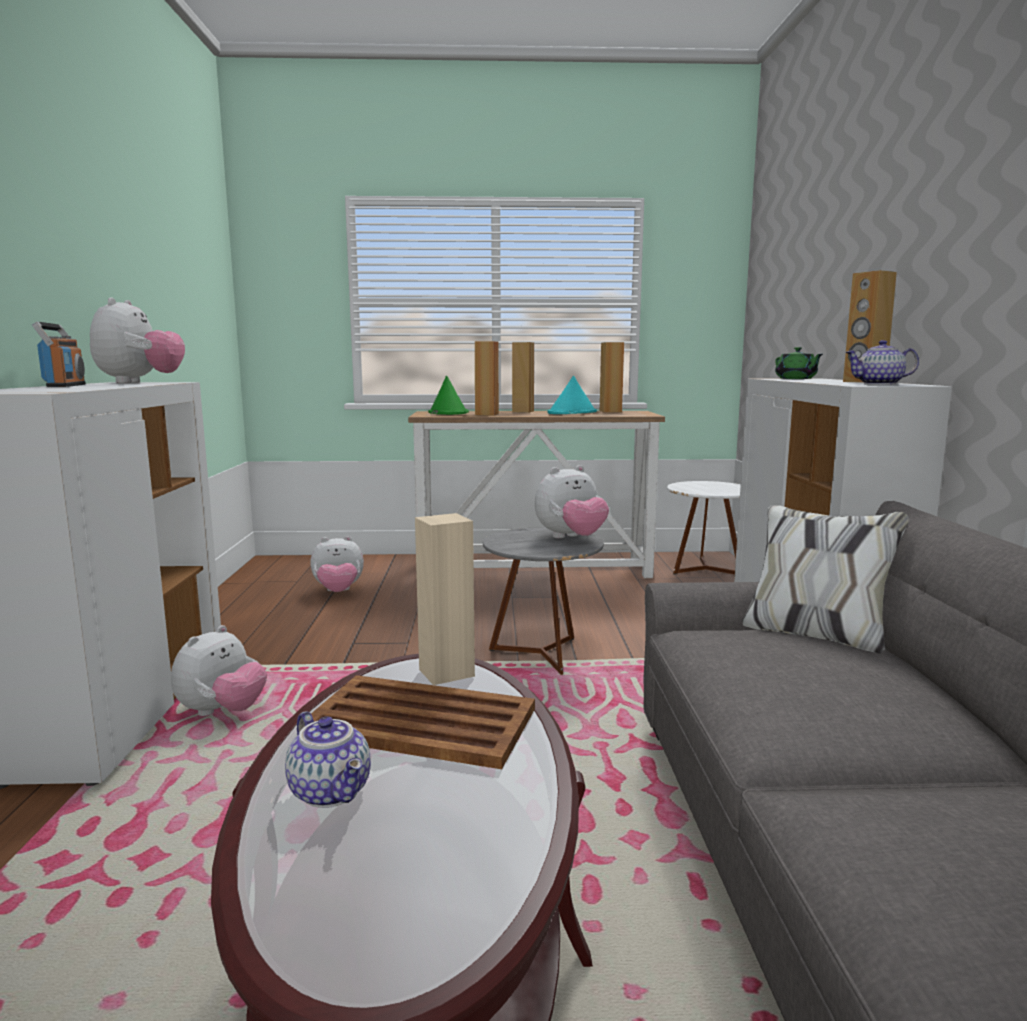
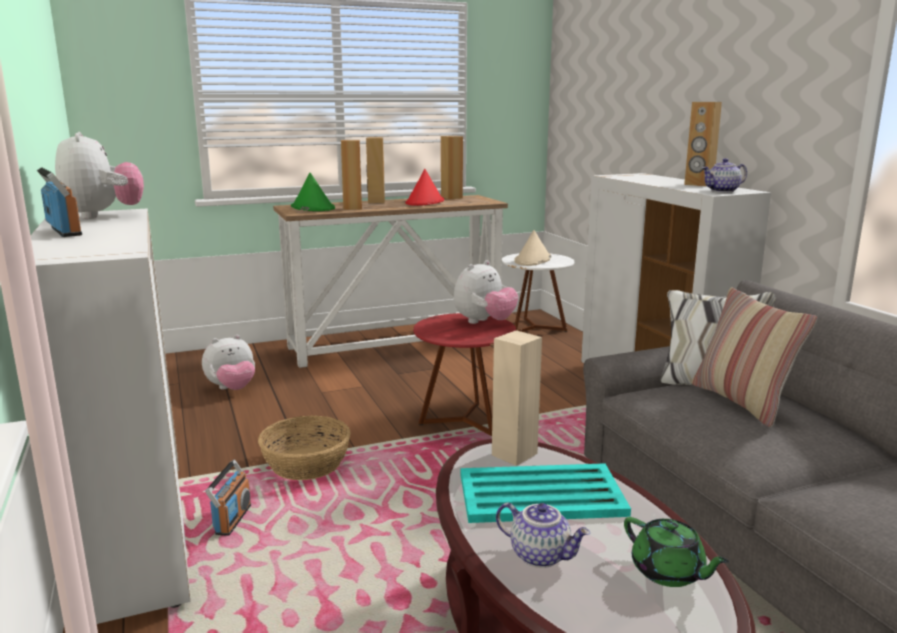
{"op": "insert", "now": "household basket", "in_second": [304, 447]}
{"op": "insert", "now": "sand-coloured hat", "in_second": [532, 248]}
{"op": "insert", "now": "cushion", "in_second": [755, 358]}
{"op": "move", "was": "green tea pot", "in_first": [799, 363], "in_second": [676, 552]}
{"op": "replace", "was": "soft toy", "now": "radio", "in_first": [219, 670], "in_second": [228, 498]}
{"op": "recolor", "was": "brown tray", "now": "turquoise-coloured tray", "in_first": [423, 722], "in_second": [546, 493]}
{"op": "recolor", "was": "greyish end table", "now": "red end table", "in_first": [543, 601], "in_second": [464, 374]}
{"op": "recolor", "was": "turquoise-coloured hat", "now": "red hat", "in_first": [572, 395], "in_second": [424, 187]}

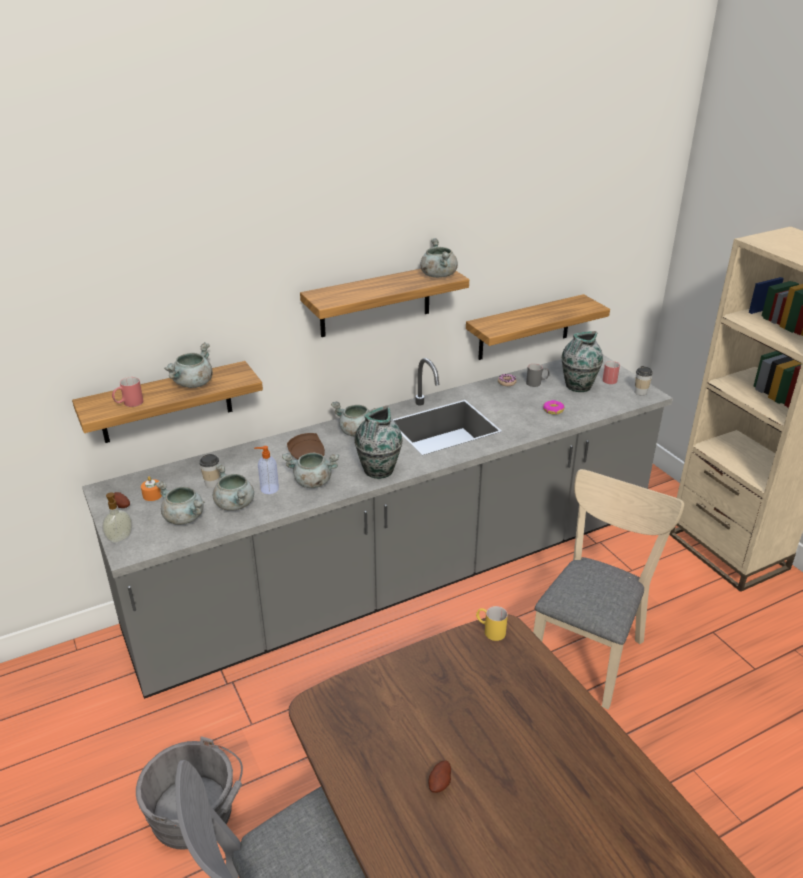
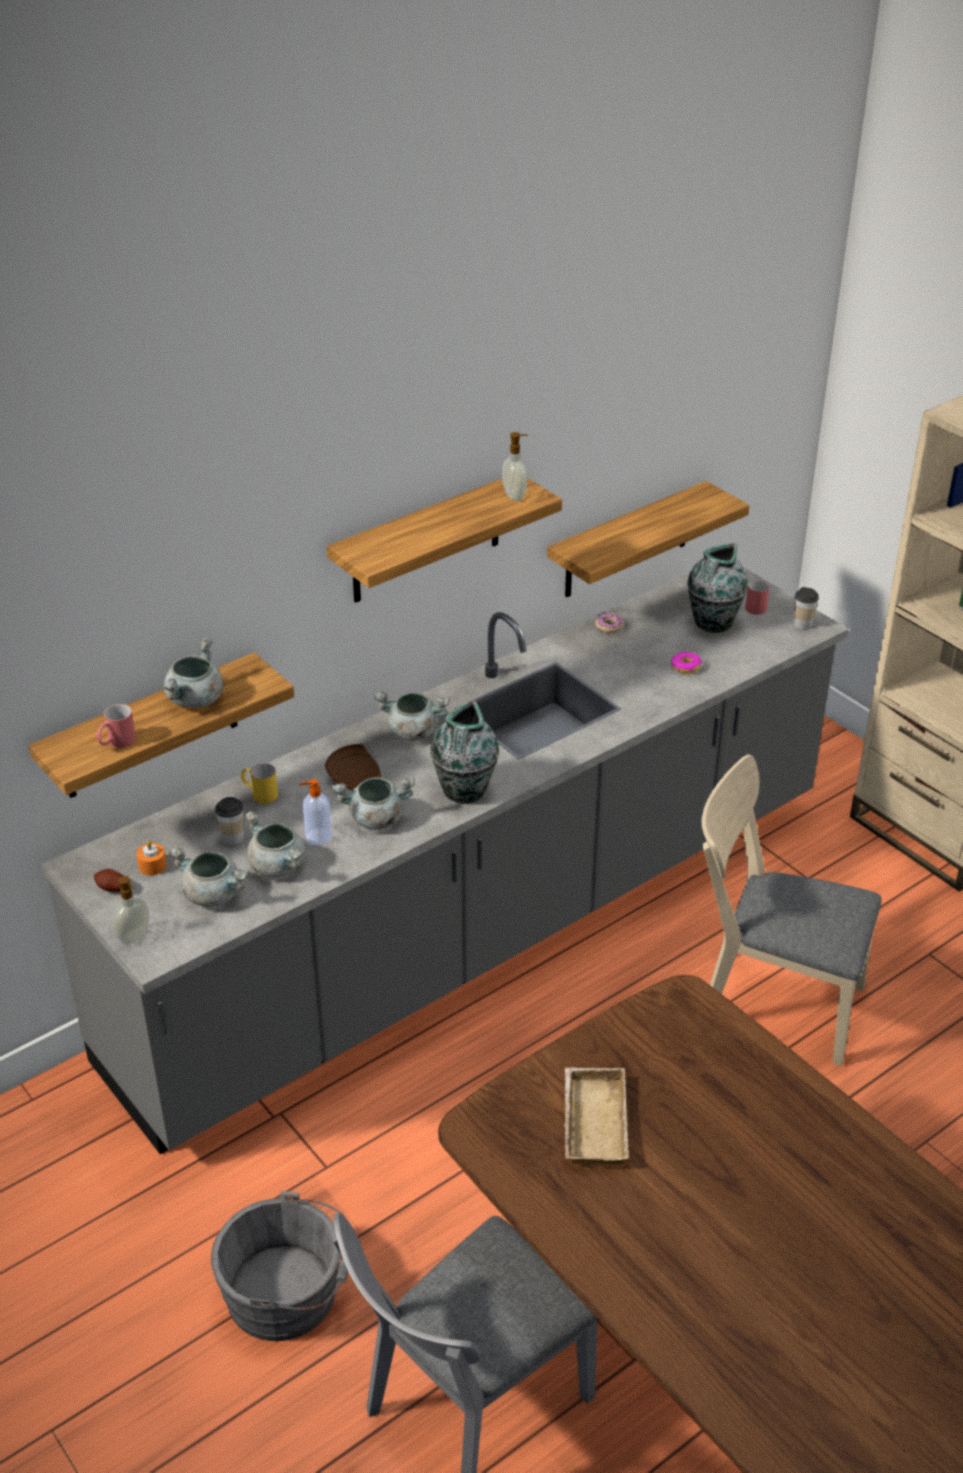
{"op": "delete", "was": "potato", "in_first": [440, 777]}
{"op": "delete", "was": "greyish tea mug", "in_first": [538, 375]}
{"op": "insert", "now": "sand-coloured tray", "in_second": [596, 1116]}
{"op": "move", "was": "yellow tea mug", "in_first": [492, 623], "in_second": [259, 783]}
{"op": "replace", "was": "greyish stockpot", "now": "soap bottle", "in_first": [439, 258], "in_second": [515, 466]}
{"op": "rotate", "was": "sand-coloured plain chair", "in_first": [608, 589], "in_second": [792, 910], "clockwise": -90}

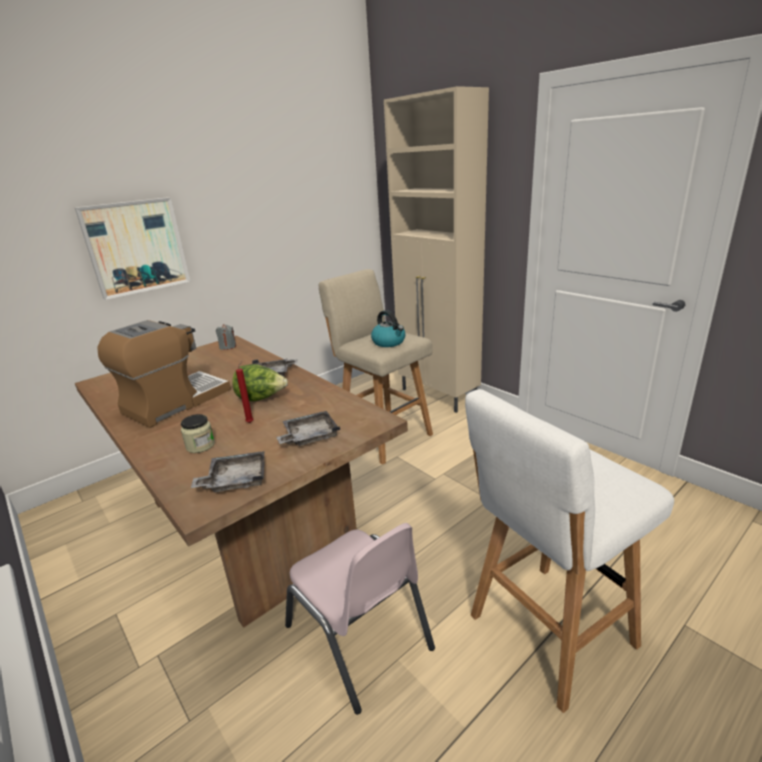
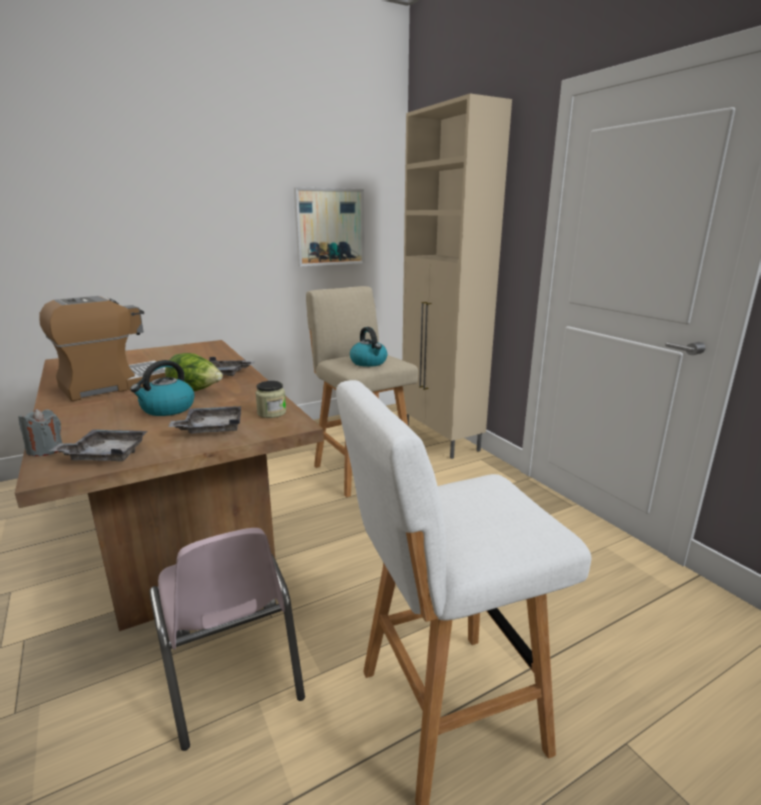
{"op": "move", "was": "picture", "in_first": [132, 248], "in_second": [329, 227]}
{"op": "move", "was": "preserve jar", "in_first": [198, 433], "in_second": [270, 399]}
{"op": "move", "was": "greyish candle", "in_first": [226, 337], "in_second": [40, 432]}
{"op": "replace", "was": "red candle", "now": "tea kettle", "in_first": [245, 392], "in_second": [162, 388]}

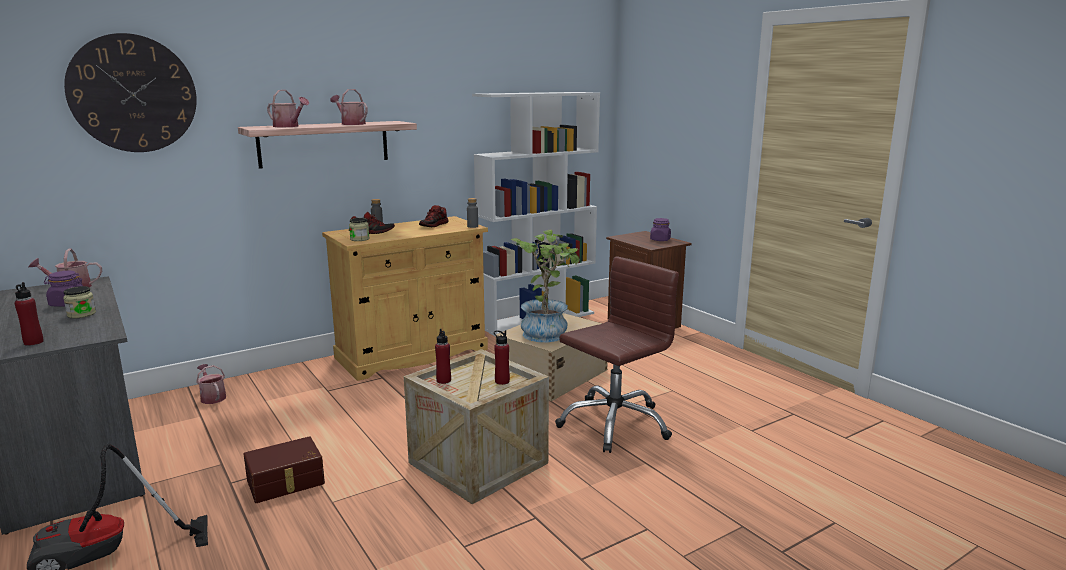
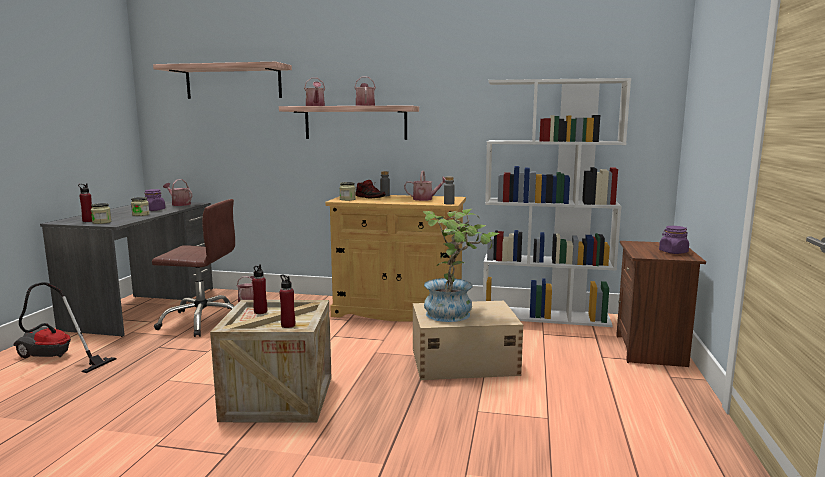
{"op": "delete", "was": "brown storage box", "in_first": [284, 469]}
{"op": "insert", "now": "preserve jar", "in_second": [101, 213]}
{"op": "move", "was": "brown desk chair", "in_first": [617, 354], "in_second": [193, 268]}
{"op": "replace", "was": "clock on the wall", "now": "wall shelf", "in_first": [130, 92], "in_second": [222, 80]}
{"op": "replace", "was": "shoe", "now": "watering pot", "in_first": [434, 216], "in_second": [425, 186]}

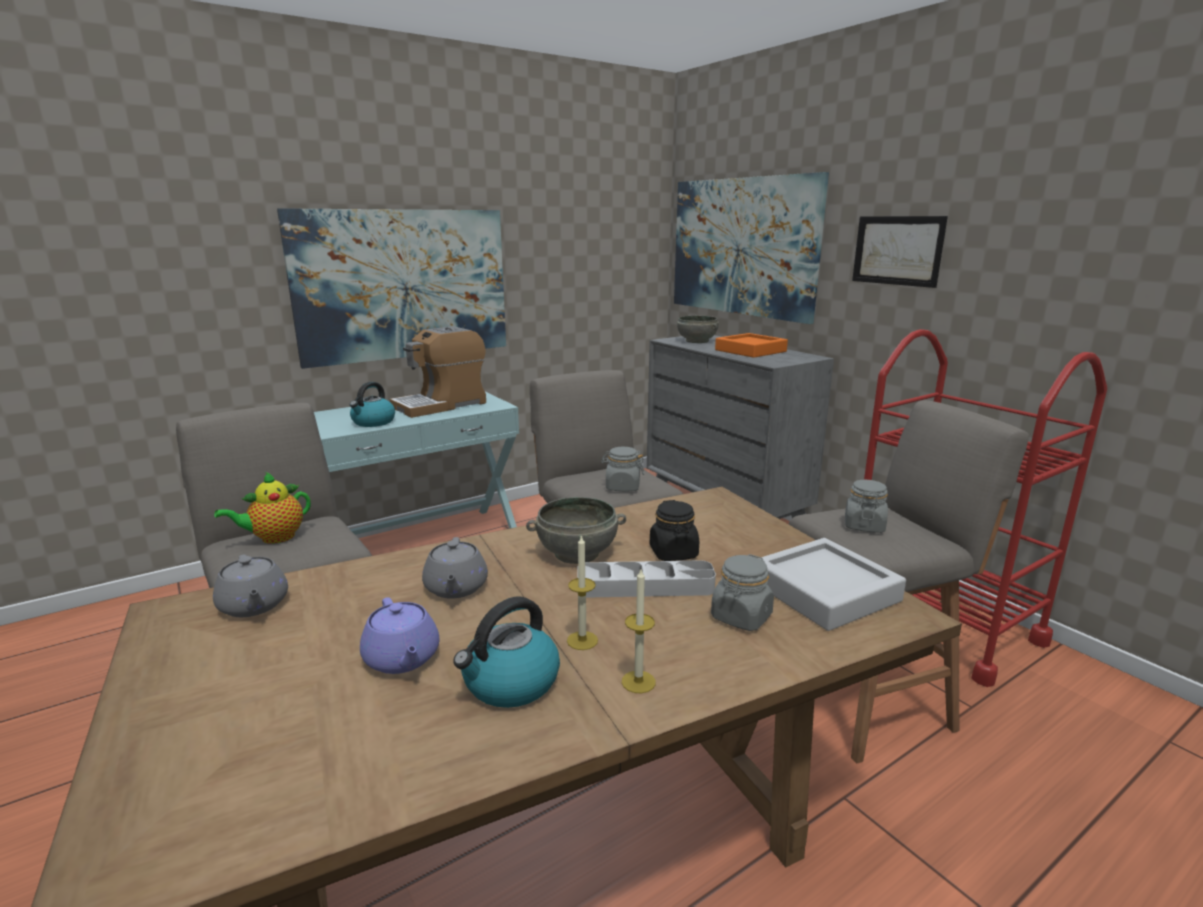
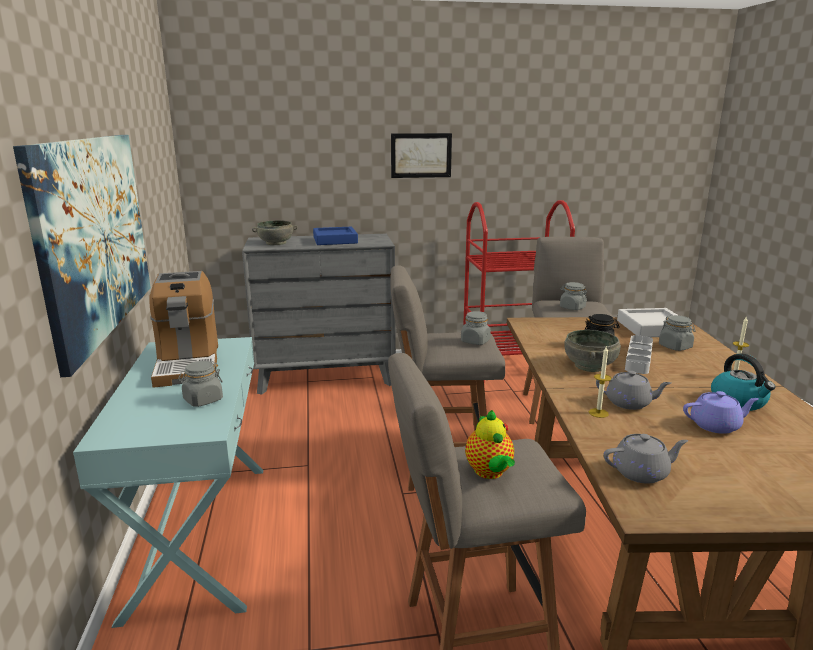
{"op": "delete", "was": "picture", "in_first": [751, 248]}
{"op": "move", "was": "candle", "in_first": [582, 592], "in_second": [600, 382]}
{"op": "replace", "was": "tea kettle", "now": "greyish preserve jar", "in_first": [372, 404], "in_second": [200, 384]}
{"op": "recolor", "was": "orange-coloured tray", "now": "bluish tray", "in_first": [751, 345], "in_second": [335, 236]}

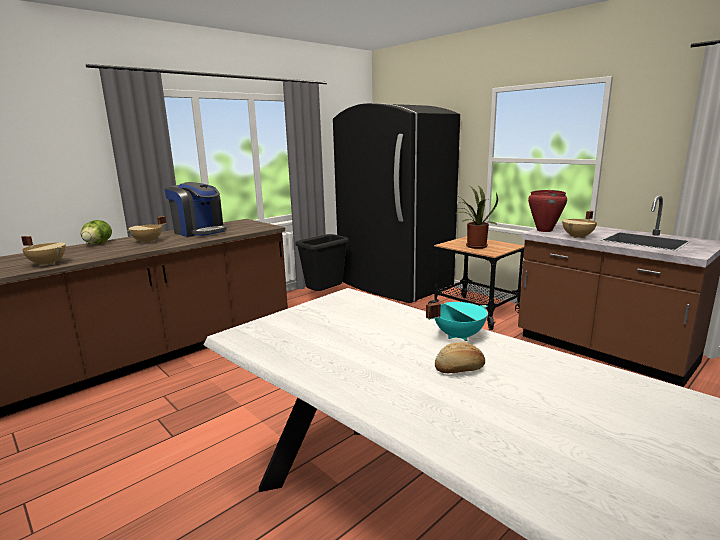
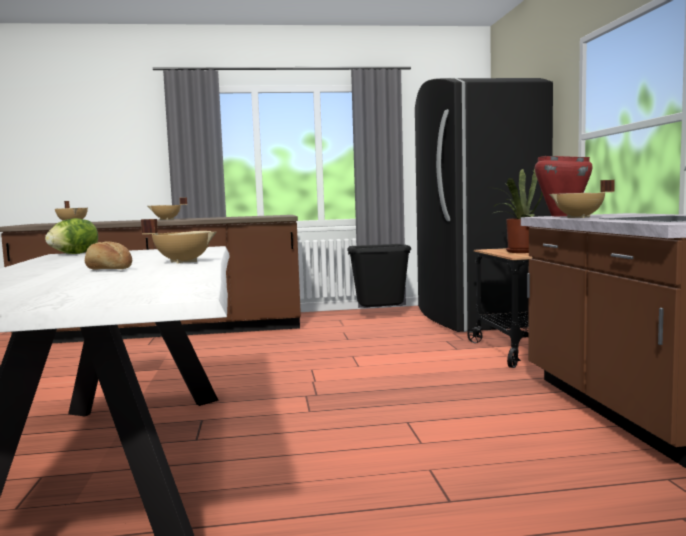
{"op": "delete", "was": "coffee maker", "in_first": [195, 209]}
{"op": "move", "was": "head of lettuce", "in_first": [96, 232], "in_second": [71, 236]}
{"op": "recolor", "was": "turquoise-coloured stockpot", "now": "sand-coloured stockpot", "in_first": [457, 321], "in_second": [179, 241]}

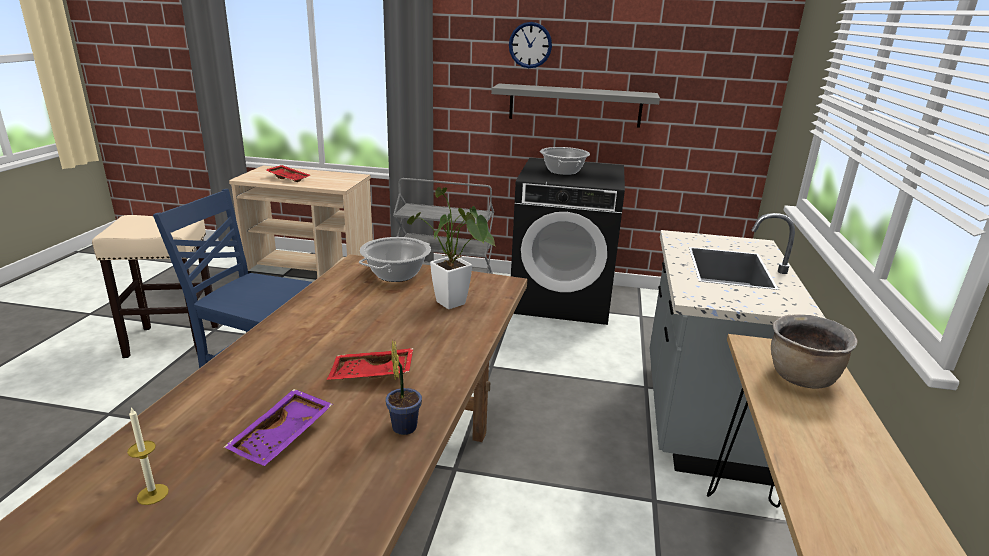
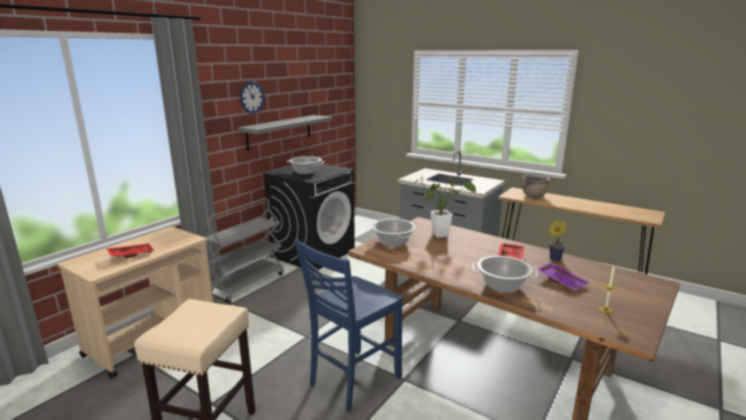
{"op": "insert", "now": "stockpot", "in_second": [505, 274]}

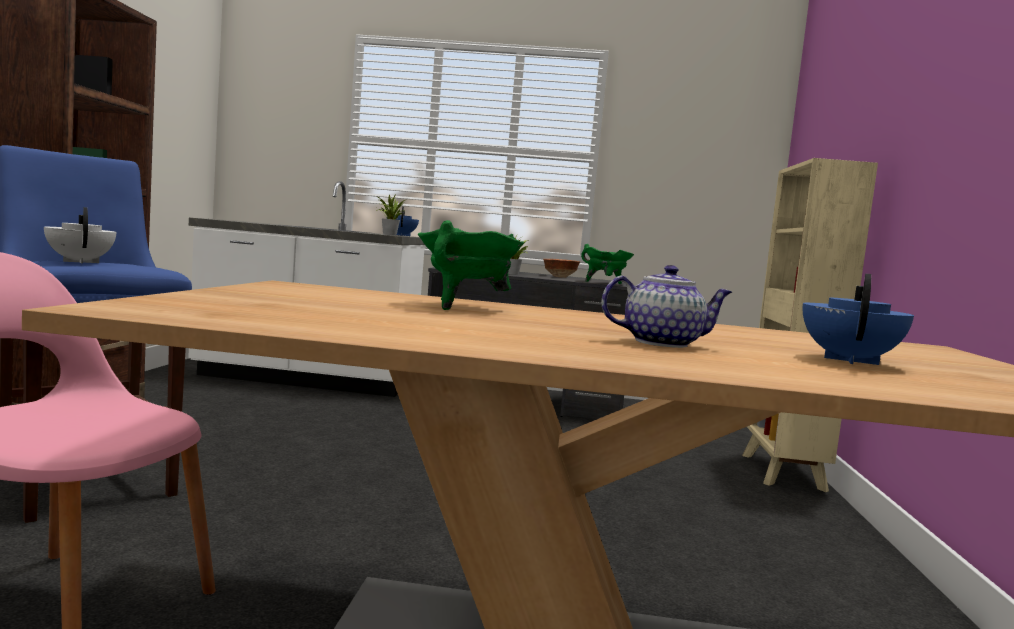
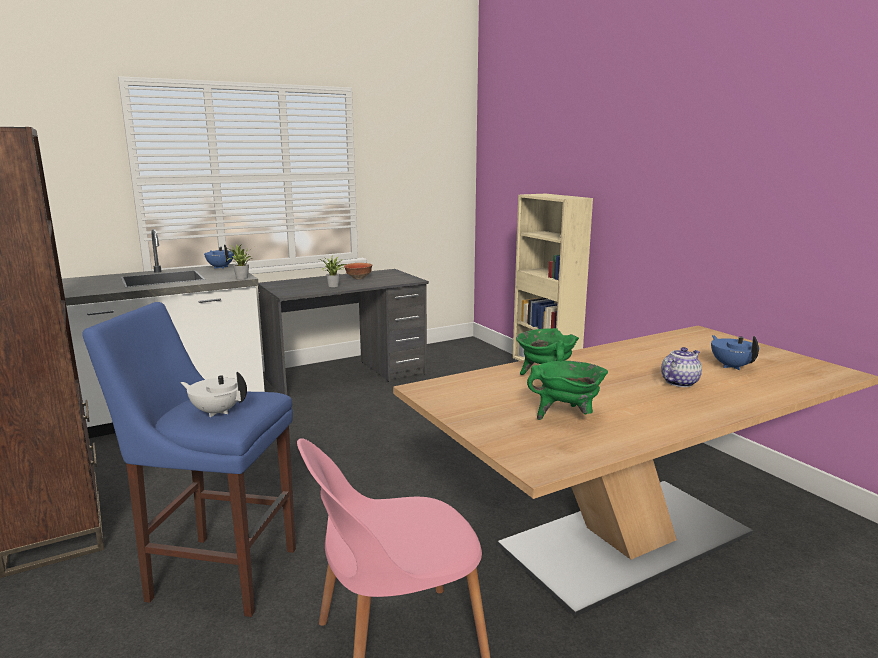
{"op": "move", "was": "green stockpot", "in_first": [607, 264], "in_second": [567, 390]}

